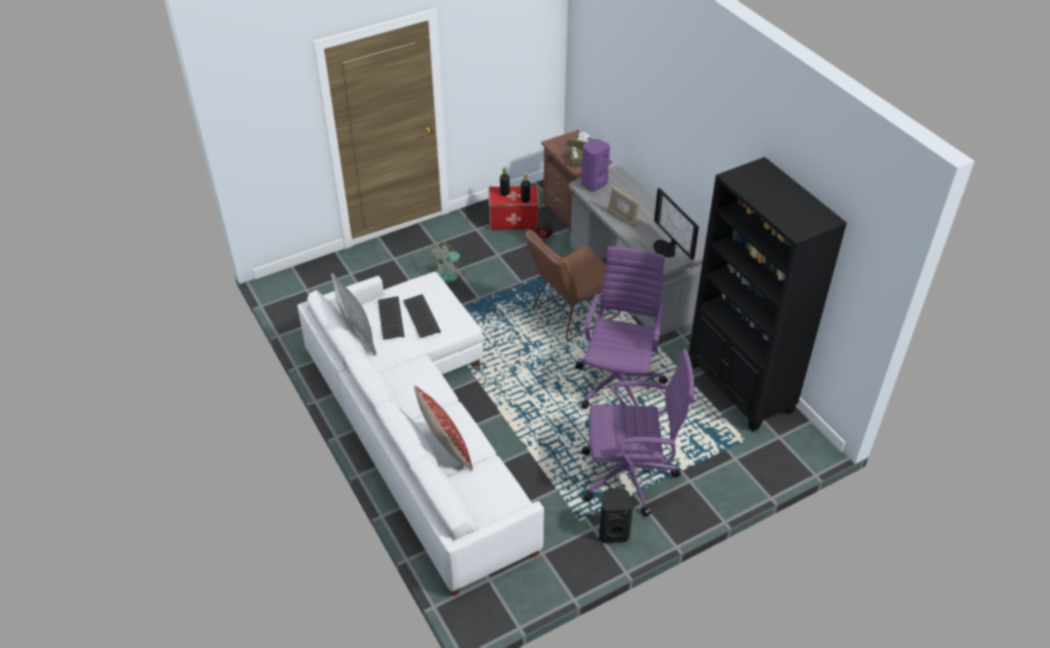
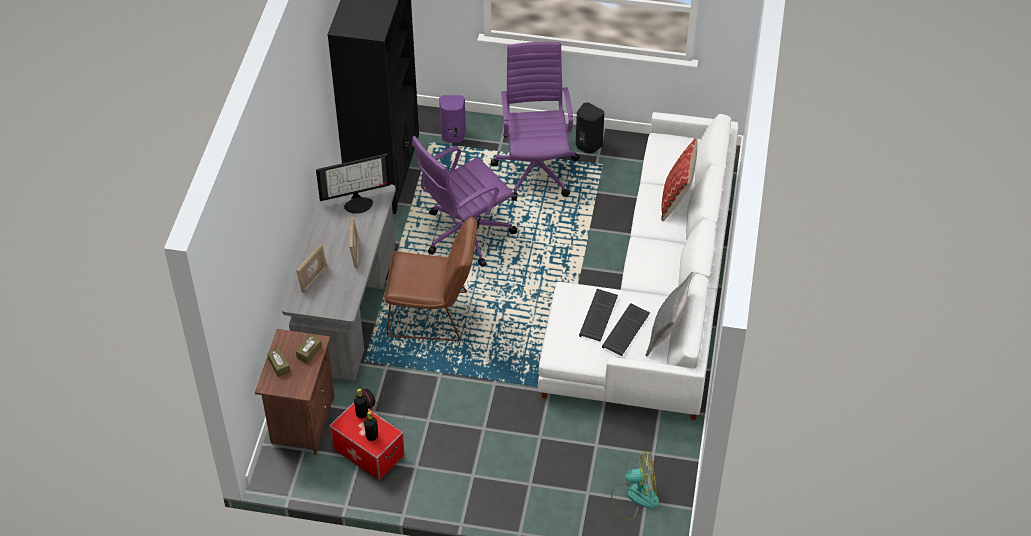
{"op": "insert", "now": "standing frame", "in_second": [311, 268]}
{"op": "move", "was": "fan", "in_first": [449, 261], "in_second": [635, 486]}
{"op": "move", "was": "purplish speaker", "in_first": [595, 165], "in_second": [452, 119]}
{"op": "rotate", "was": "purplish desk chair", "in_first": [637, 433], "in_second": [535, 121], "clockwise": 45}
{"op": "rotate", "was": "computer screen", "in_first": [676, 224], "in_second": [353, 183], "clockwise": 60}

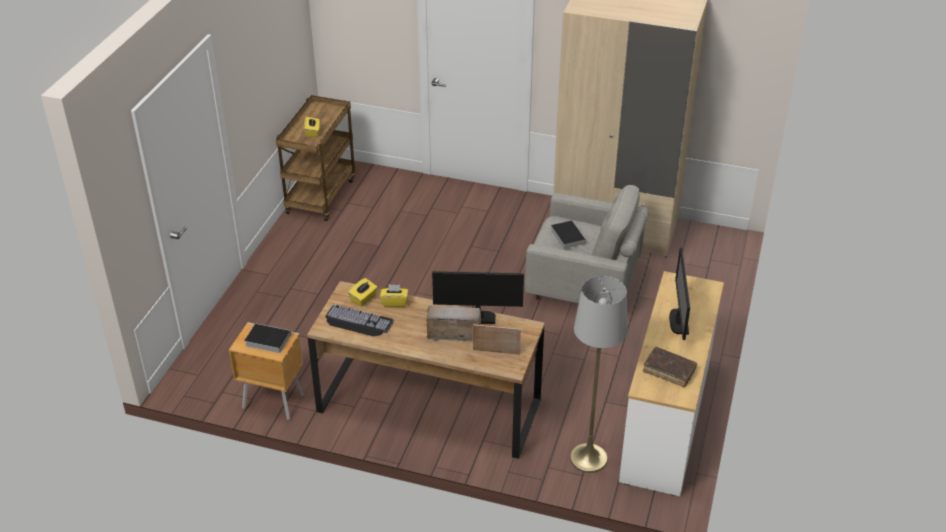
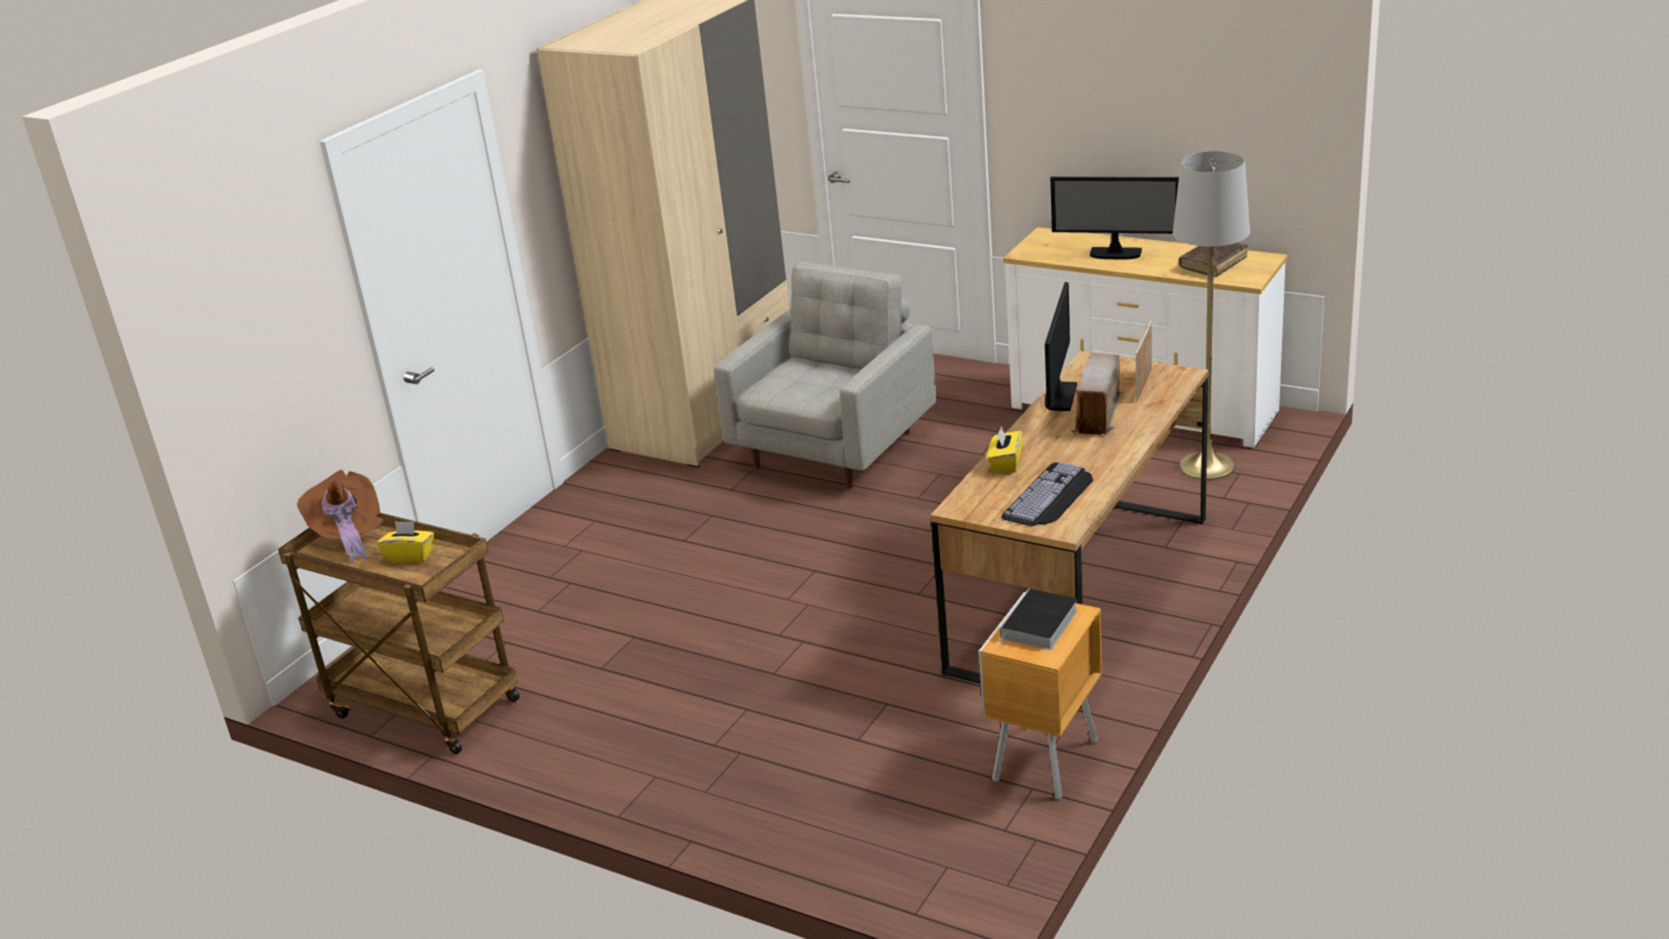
{"op": "delete", "was": "yellow tissue box", "in_first": [363, 292]}
{"op": "delete", "was": "volume", "in_first": [568, 234]}
{"op": "insert", "now": "brown hat", "in_second": [340, 516]}

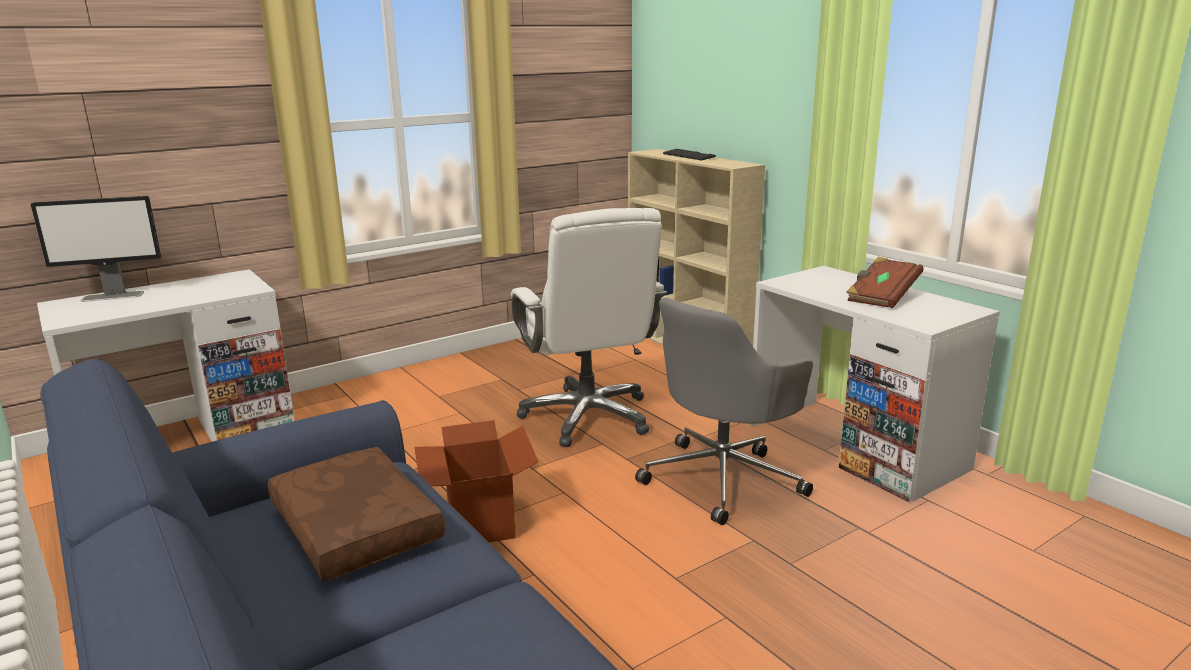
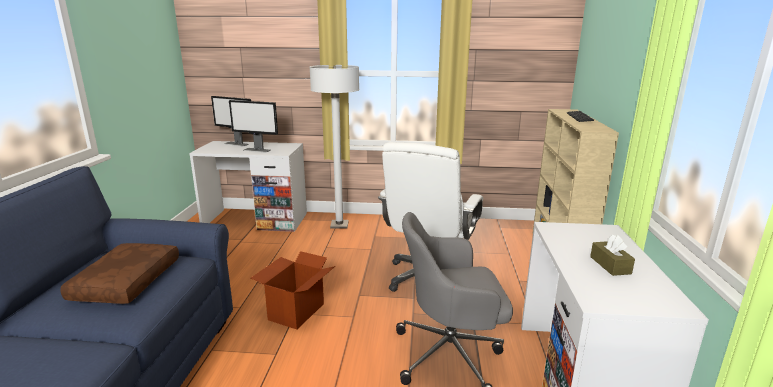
{"op": "insert", "now": "computer screen", "in_second": [253, 126]}
{"op": "insert", "now": "whitish standard lamp", "in_second": [334, 146]}
{"op": "replace", "was": "brown volume", "now": "brown tissue box", "in_first": [885, 282], "in_second": [612, 255]}

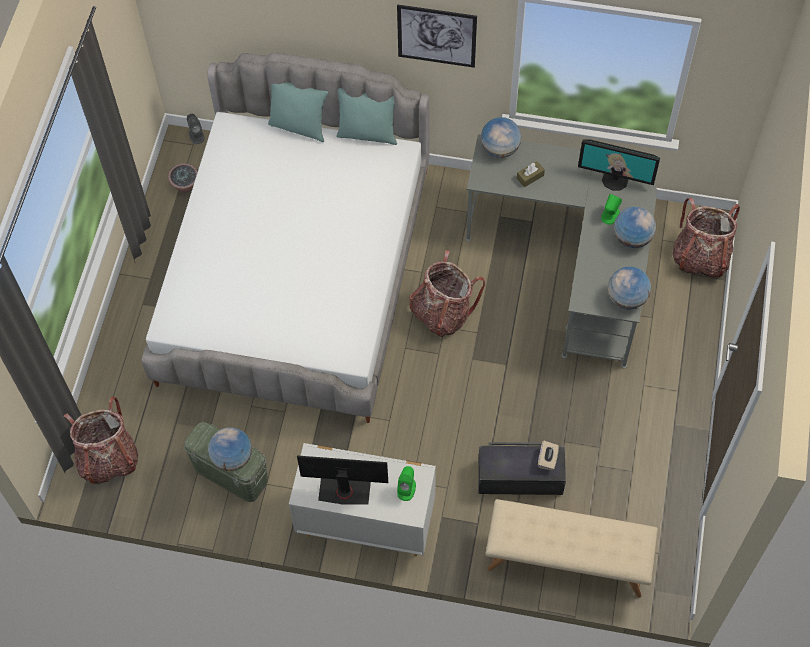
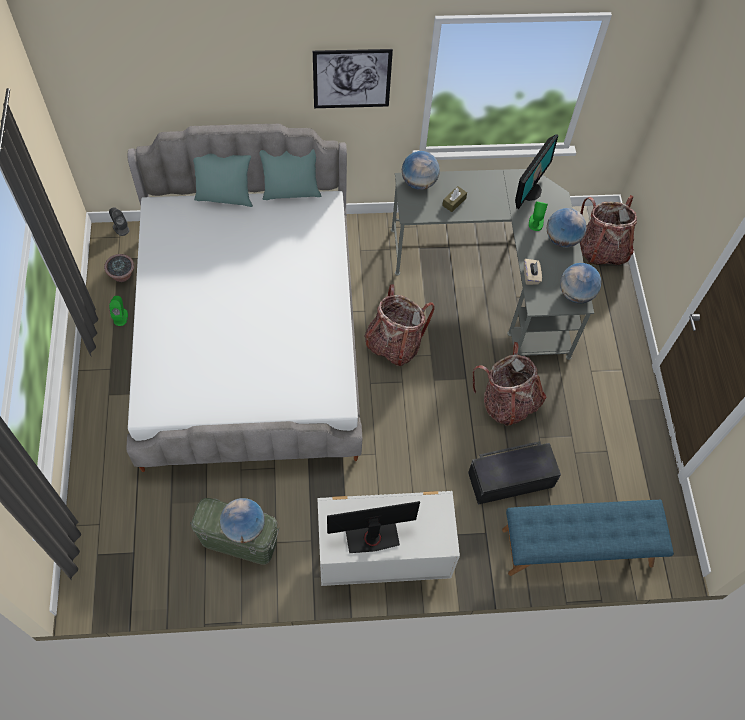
{"op": "move", "was": "rucksack", "in_first": [101, 440], "in_second": [510, 384]}
{"op": "move", "was": "green speaker", "in_first": [406, 483], "in_second": [118, 311]}
{"op": "move", "was": "sand-coloured tissue box", "in_first": [548, 455], "in_second": [533, 272]}
{"op": "recolor", "was": "sand-coloured indoor bench", "now": "bluish indoor bench", "in_first": [572, 548], "in_second": [588, 538]}
{"op": "rotate", "was": "computer screen", "in_first": [619, 164], "in_second": [536, 171], "clockwise": -60}

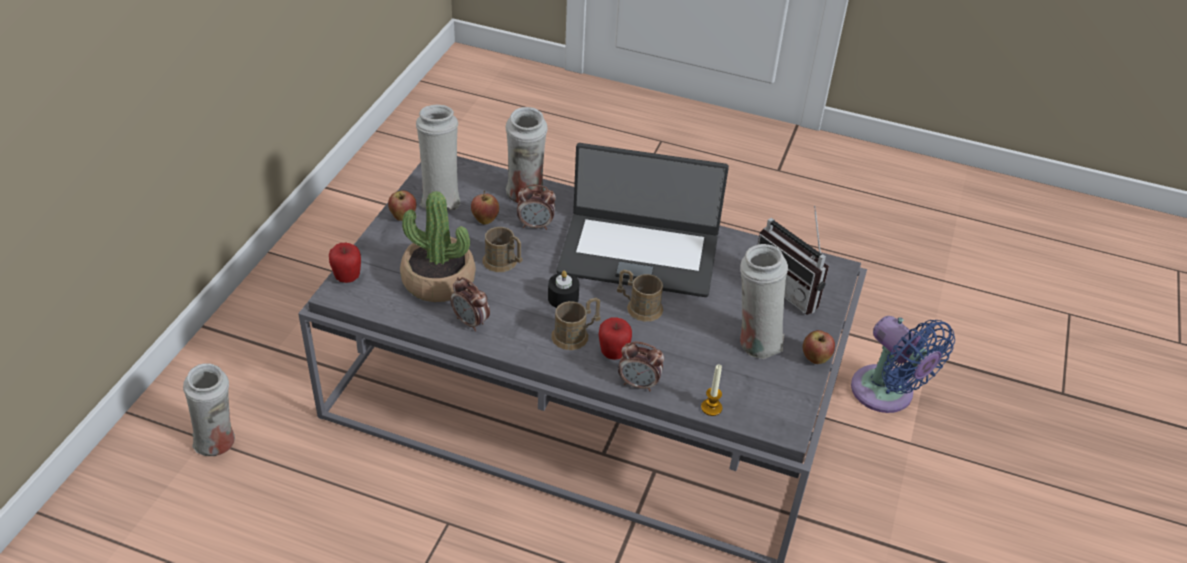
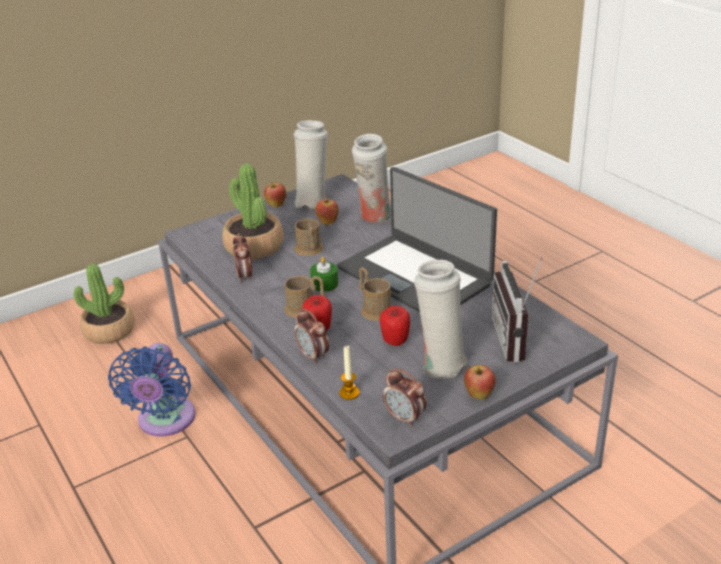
{"op": "move", "was": "apple fruit", "in_first": [345, 263], "in_second": [395, 326]}
{"op": "move", "was": "bedside clock", "in_first": [536, 207], "in_second": [405, 397]}
{"op": "move", "was": "bluish fan", "in_first": [903, 364], "in_second": [152, 390]}
{"op": "replace", "was": "whitish decorative vase", "now": "houseplant", "in_first": [209, 409], "in_second": [104, 304]}
{"op": "recolor", "was": "black candle", "now": "green candle", "in_first": [563, 289], "in_second": [324, 274]}

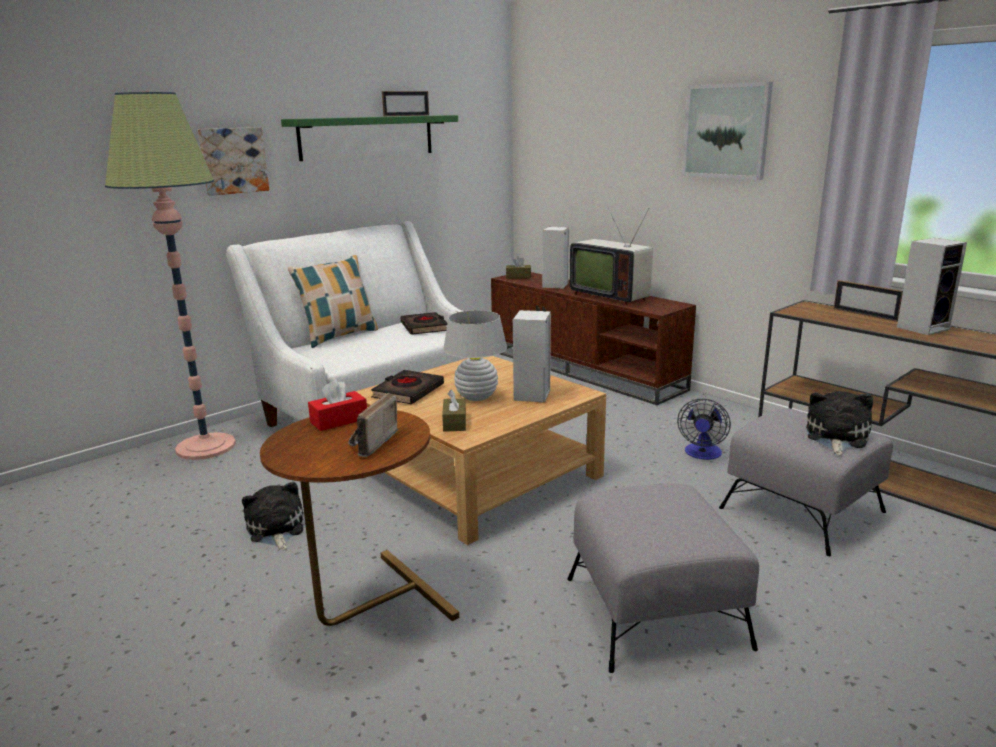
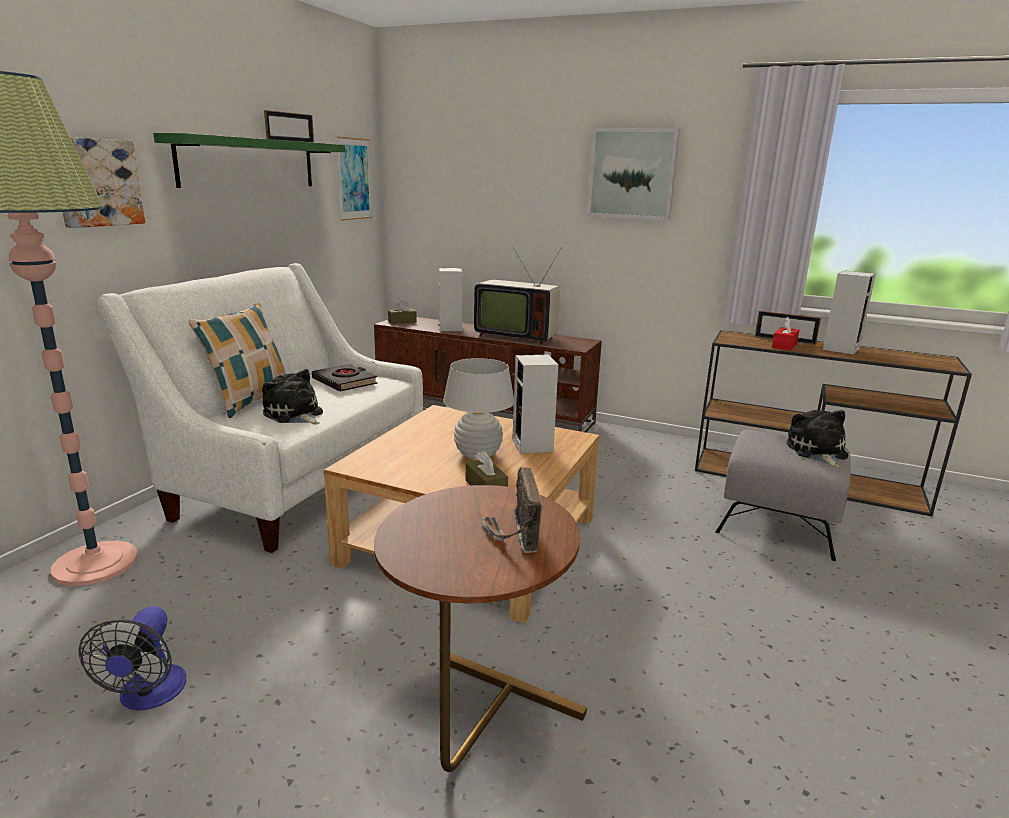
{"op": "delete", "was": "black volume", "in_first": [407, 387]}
{"op": "delete", "was": "greyish pouffe", "in_first": [663, 578]}
{"op": "insert", "now": "picture", "in_second": [354, 178]}
{"op": "move", "was": "soft toy", "in_first": [273, 516], "in_second": [292, 396]}
{"op": "move", "was": "red tissue box", "in_first": [337, 405], "in_second": [785, 334]}
{"op": "move", "was": "fan", "in_first": [704, 429], "in_second": [132, 658]}

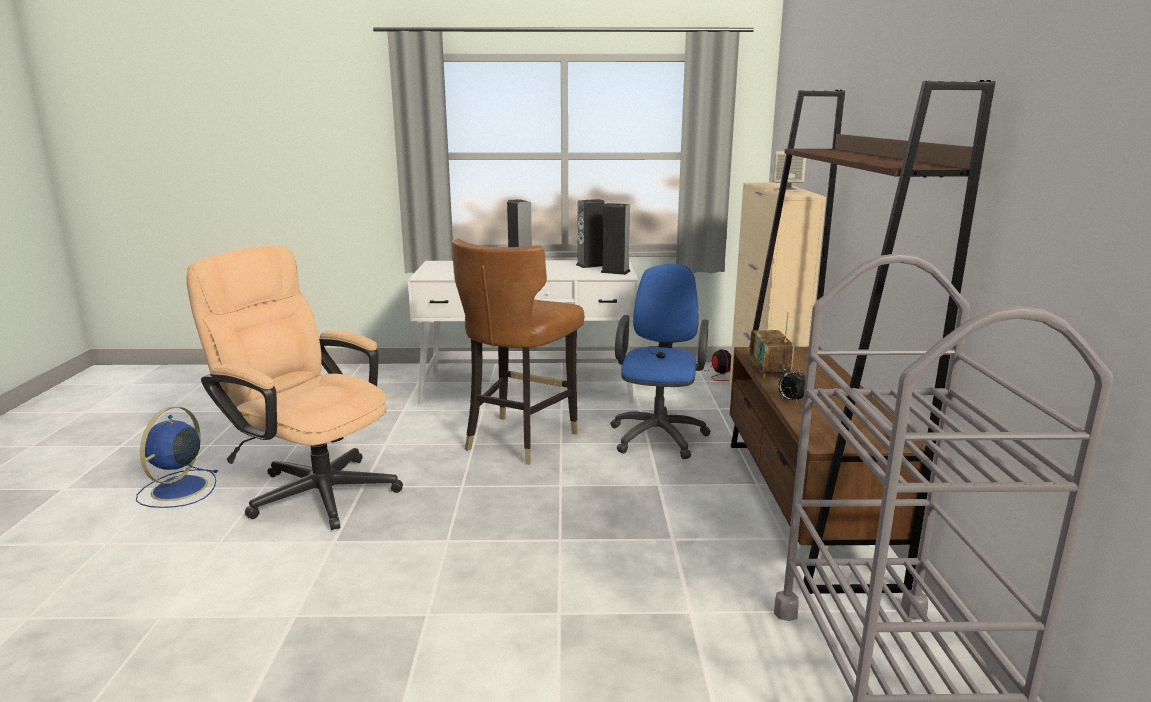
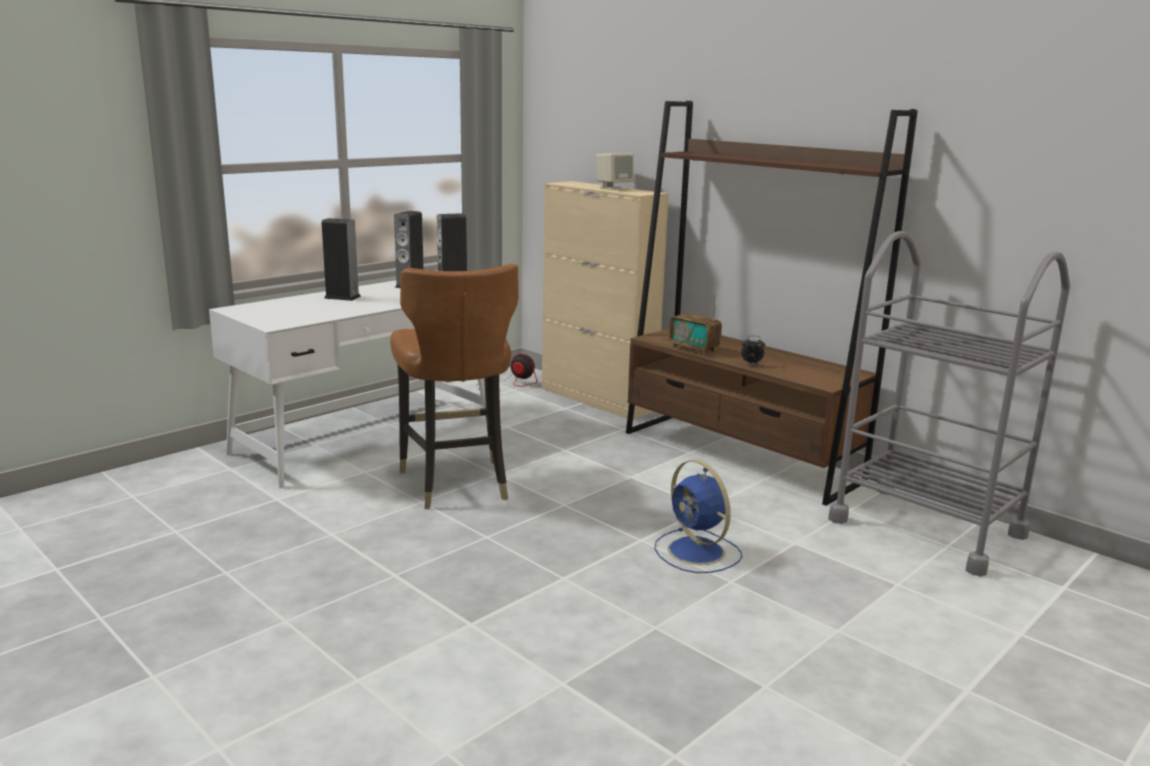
{"op": "delete", "was": "sand-coloured desk chair", "in_first": [294, 387]}
{"op": "delete", "was": "bluish desk chair", "in_first": [660, 361]}
{"op": "move", "was": "bluish fan", "in_first": [177, 457], "in_second": [698, 516]}

